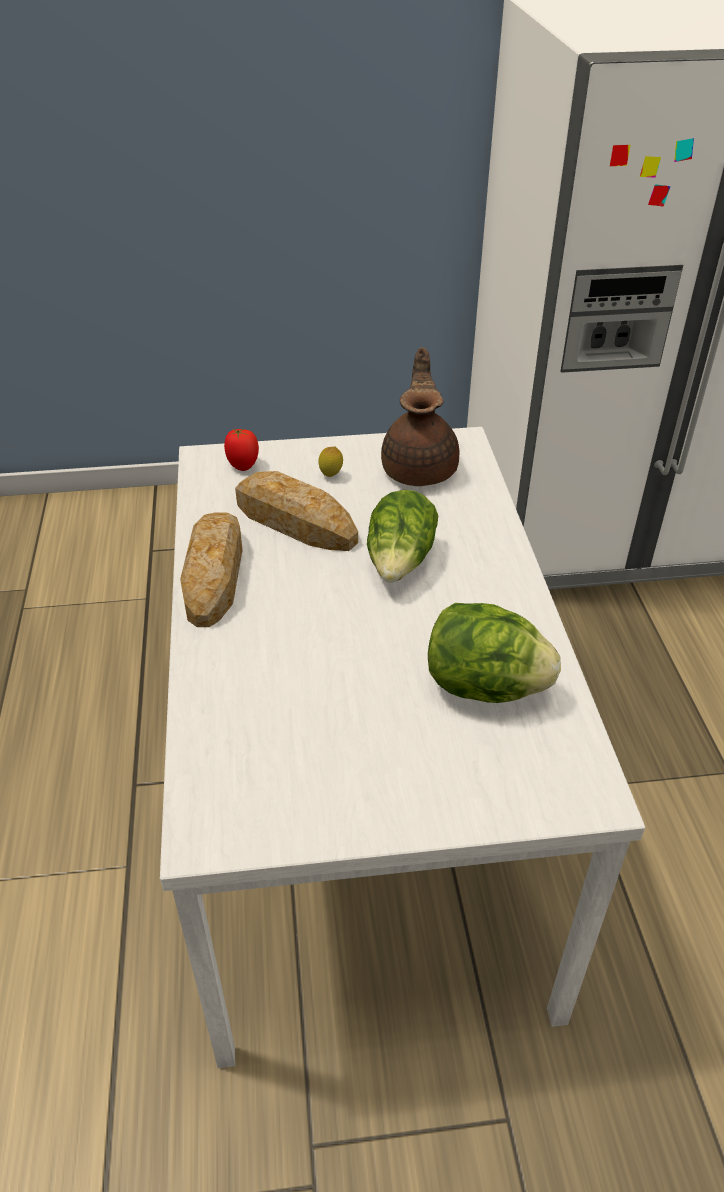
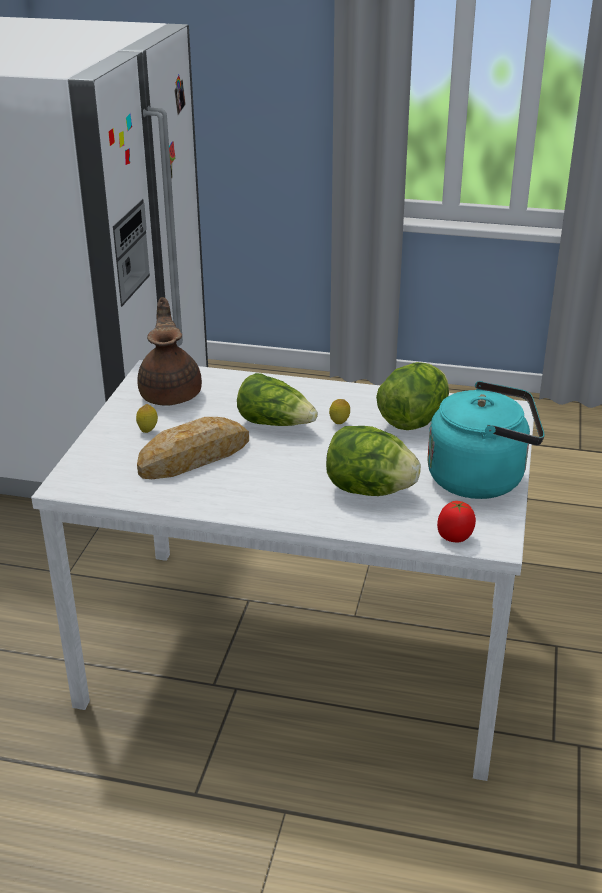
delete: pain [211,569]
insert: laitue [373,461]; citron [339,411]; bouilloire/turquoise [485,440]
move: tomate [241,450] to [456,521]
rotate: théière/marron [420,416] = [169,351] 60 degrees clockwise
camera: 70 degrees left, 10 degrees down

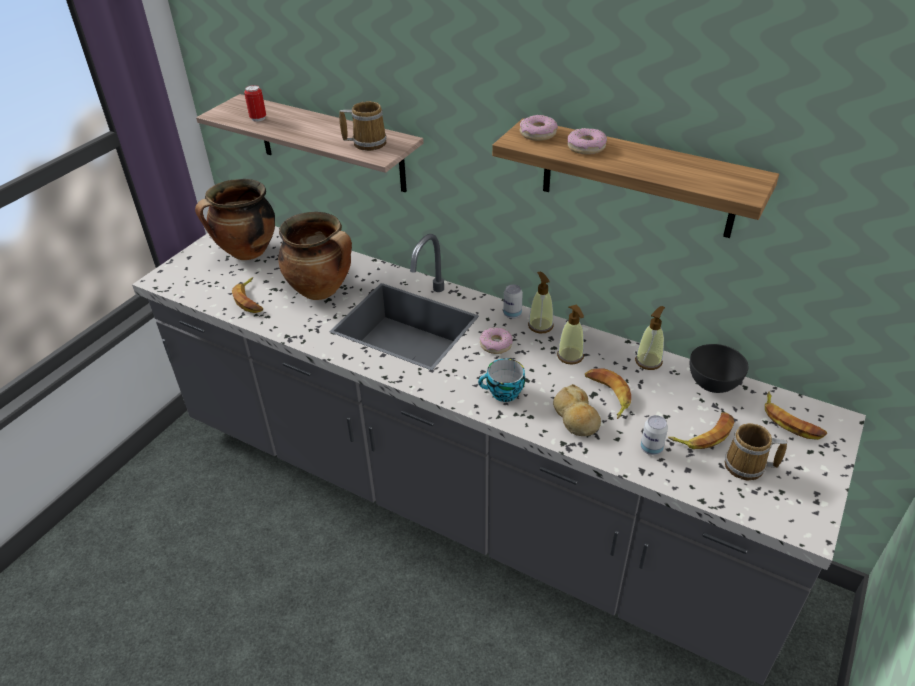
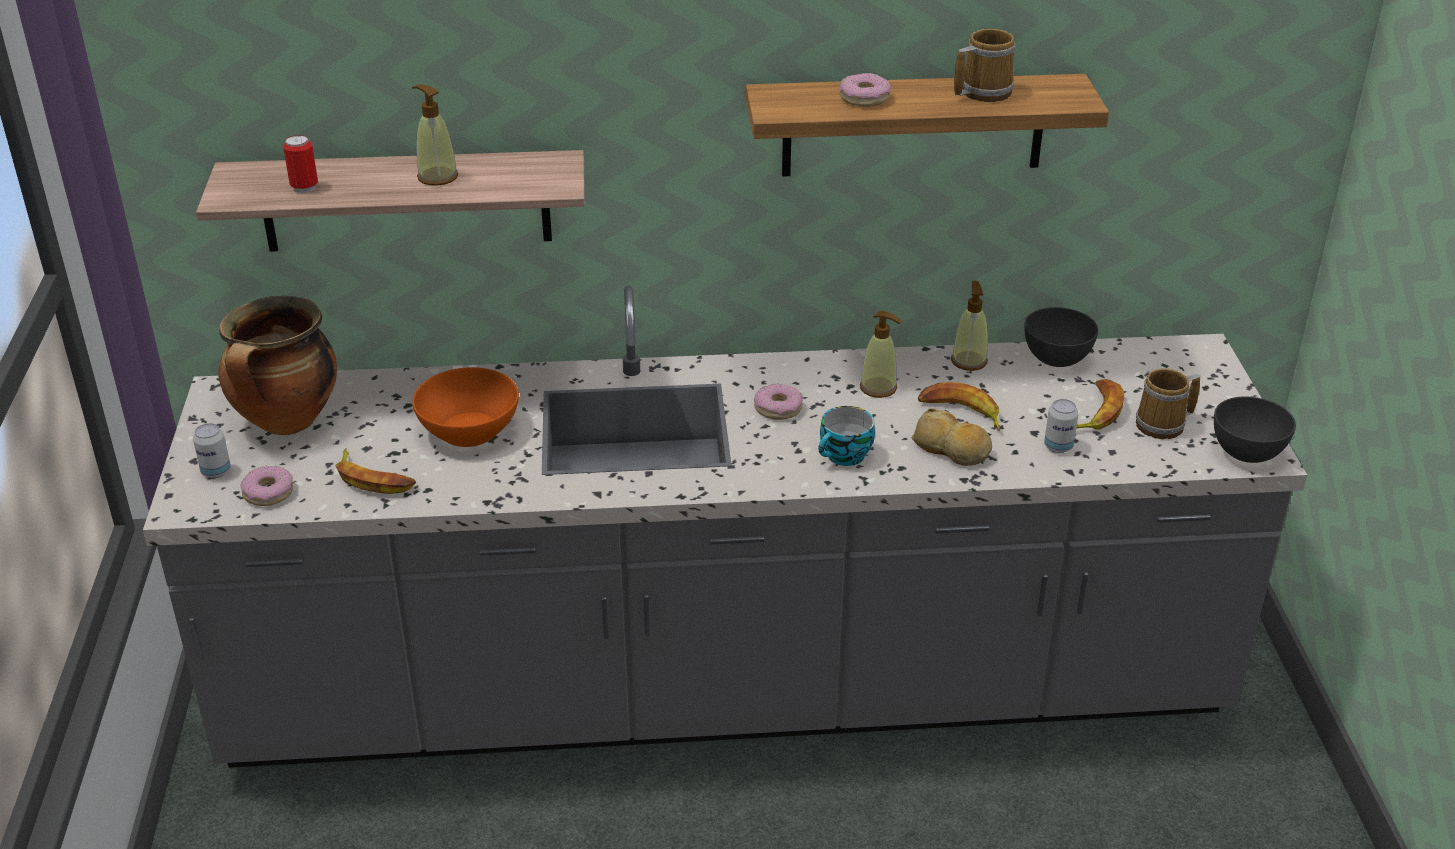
delete: banane [796,416]
insert: bol/gris [1255,430]
move: mug [362,126] to [984,65]; boîte métallique [513,302] to [212,450]; beignet [538,128] to [266,486]; distributeur de savon [541,303] to [435,135]
replace: marmite [315,256] to bol/orange [465,407]
camera: 35 degrees left, 5 degrees down

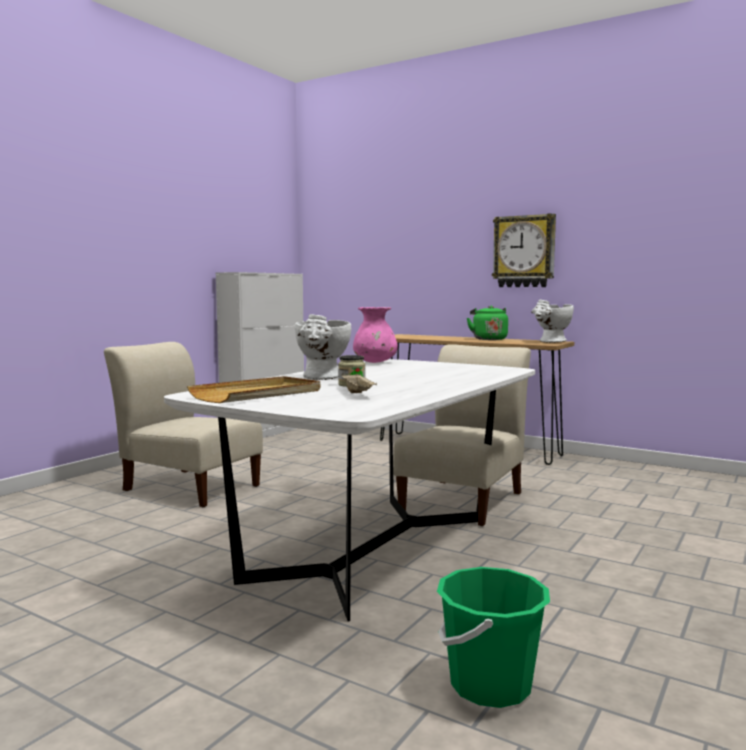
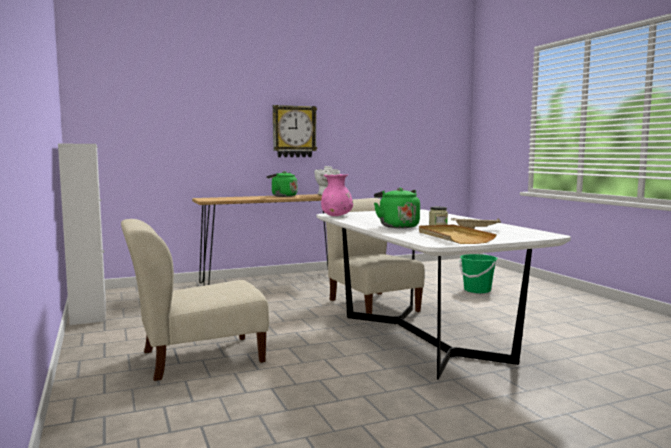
move: seau/vert [493,637] to [478,273]
replace: vase/blanc [323,347] to bouilloire/vert [397,208]
camera: 55 degrees left, 0 degrees up

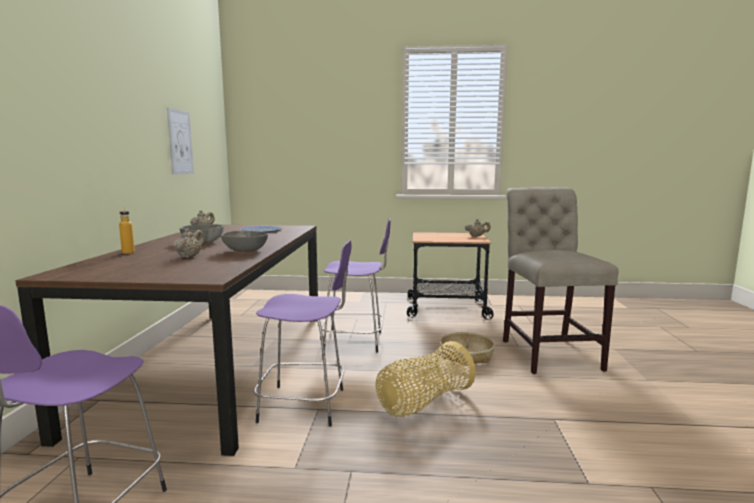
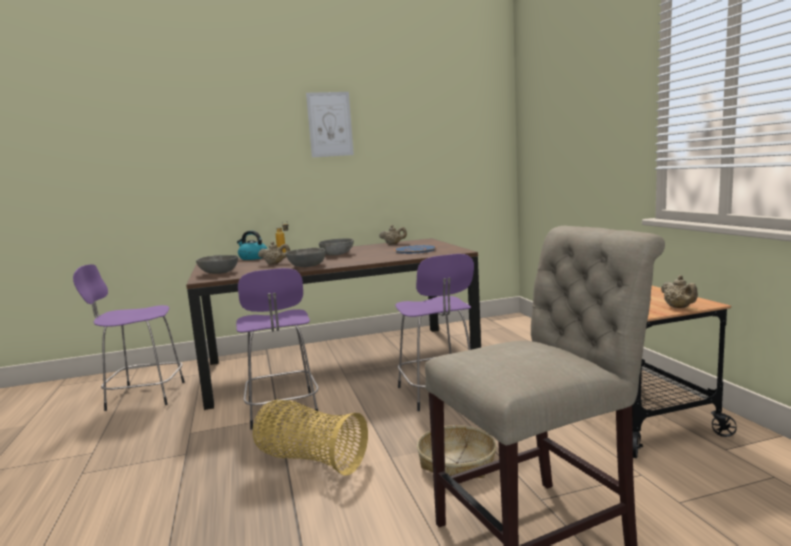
insert: bol/gris [217,264]; bouilloire [252,245]
move: tableau [180,141] to [330,124]
camera: 70 degrees right, 0 degrees up

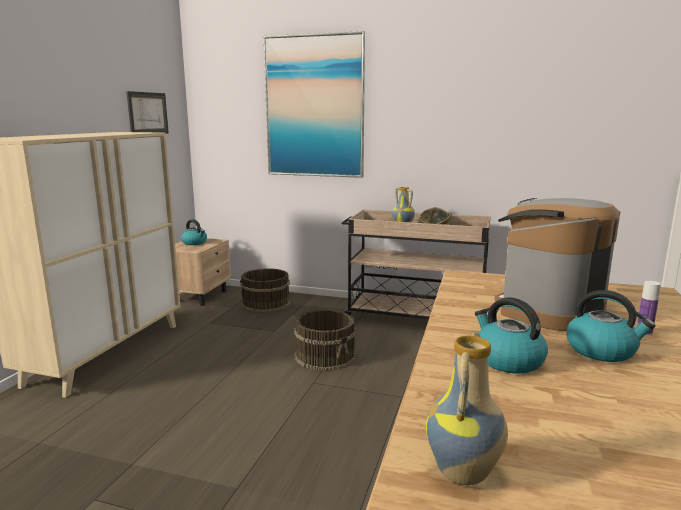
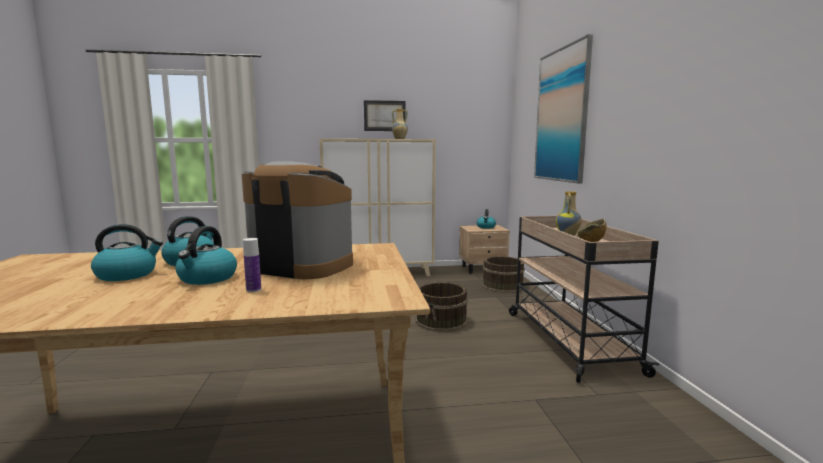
insert: bouilloire [127,252]
move: tableau [147,112] to [385,115]; vase [467,408] to [400,124]
camera: 65 degrees right, 5 degrees down

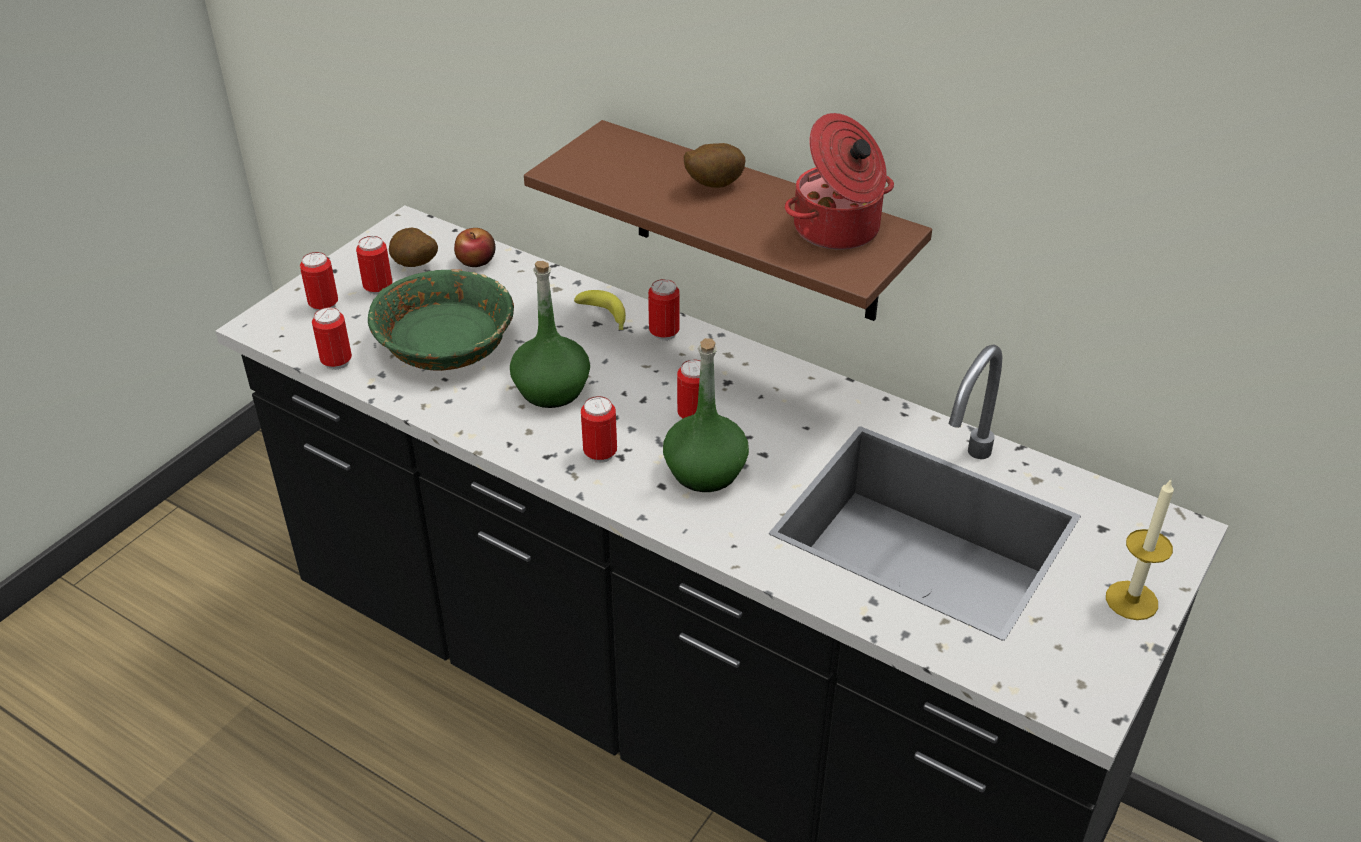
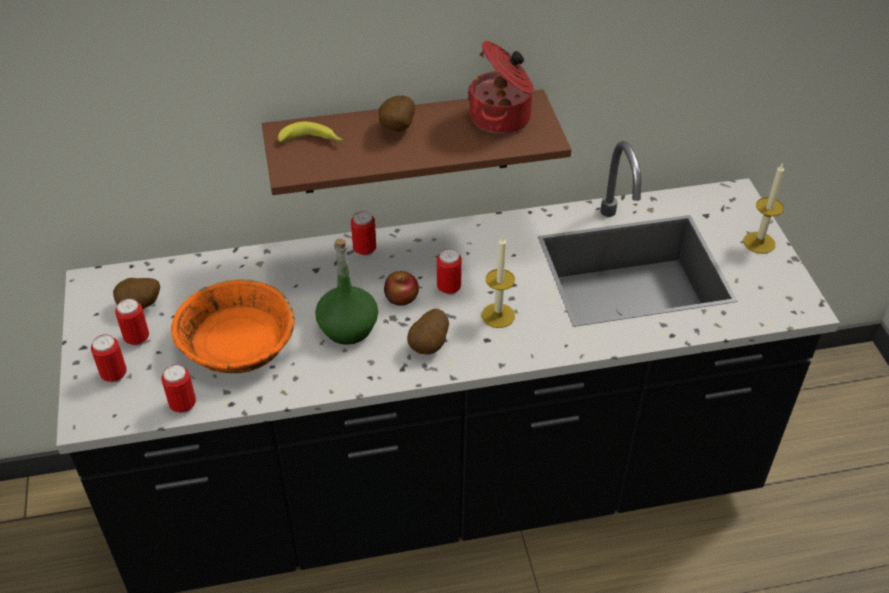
move: pomme [475,247] to [401,288]; banane [600,310] to [310,132]
replace: boîte métallique [599,429] to pomme de terre [428,332]; bouteille/vert [706,415] to bougie [498,282]
recolor: bol/vert [441,320] to bol/orange [232,326]
camera: 45 degrees left, 5 degrees up

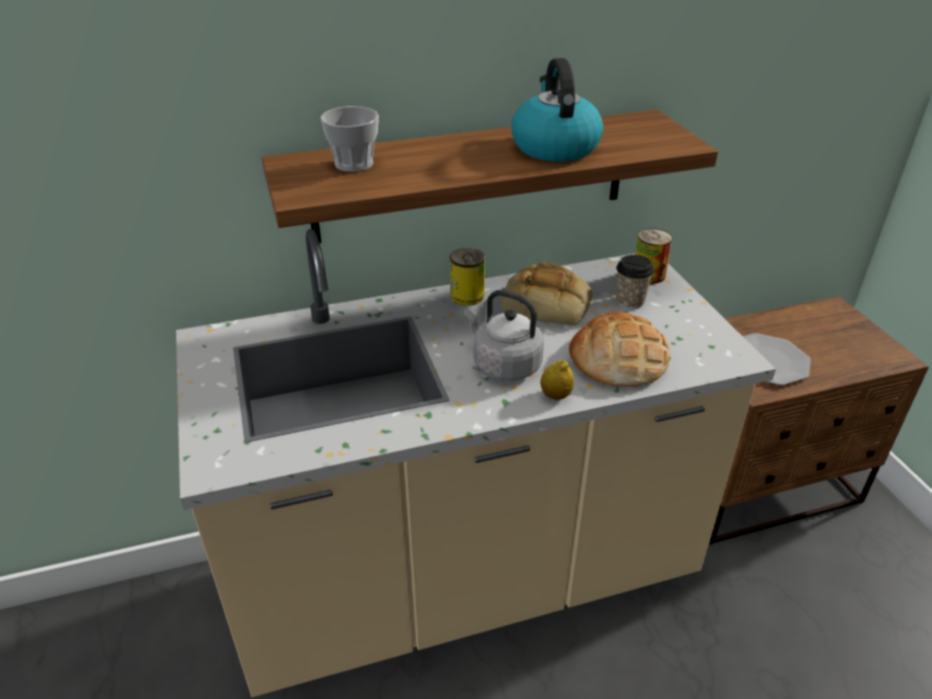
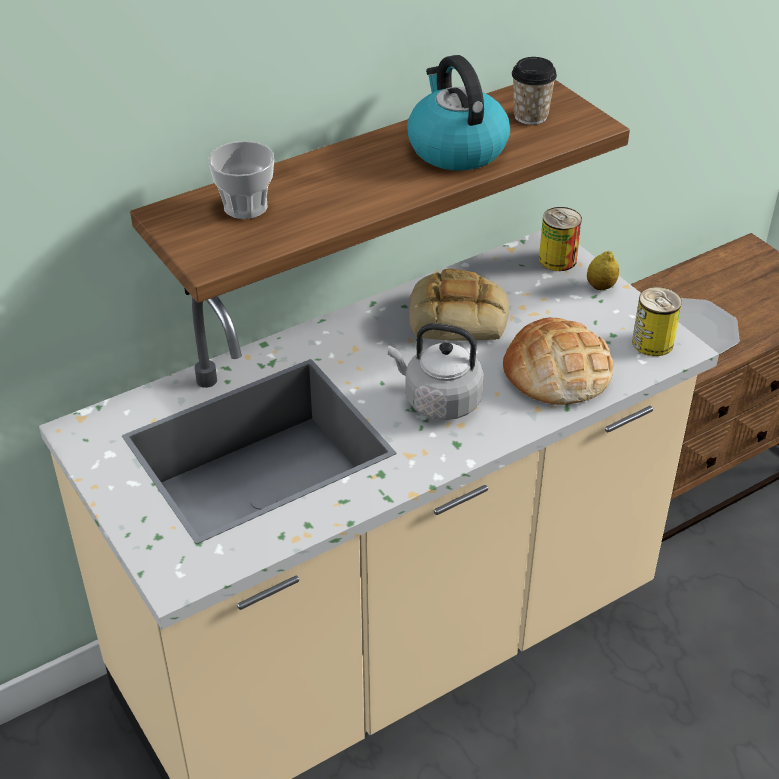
move: boîte métallique [467,277] to [657,321]; citron [557,380] to [603,270]; tasse [635,282] to [534,91]
camera: 15 degrees left, 5 degrees up

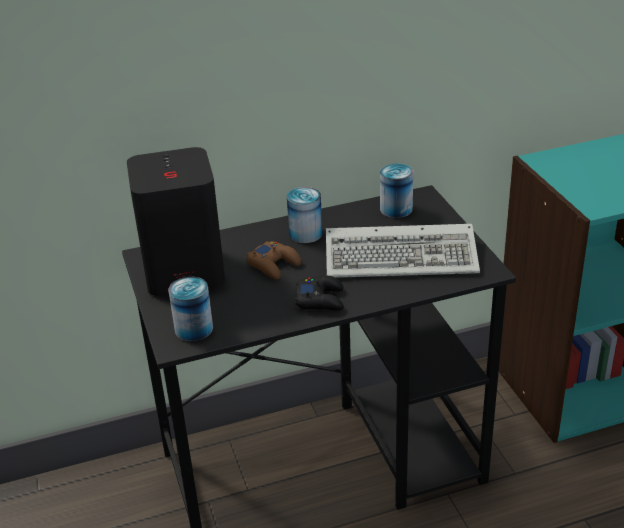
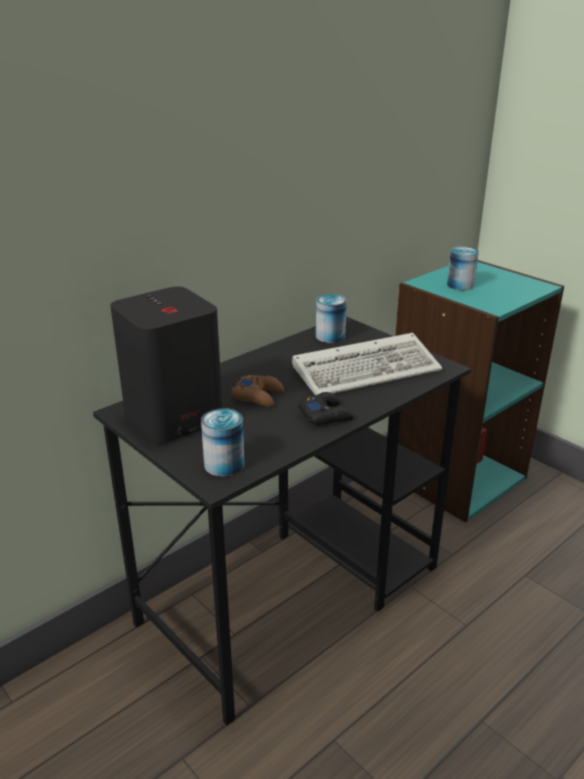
move: boîte métallique [304,215] to [463,268]
camera: 25 degrees left, 5 degrees down

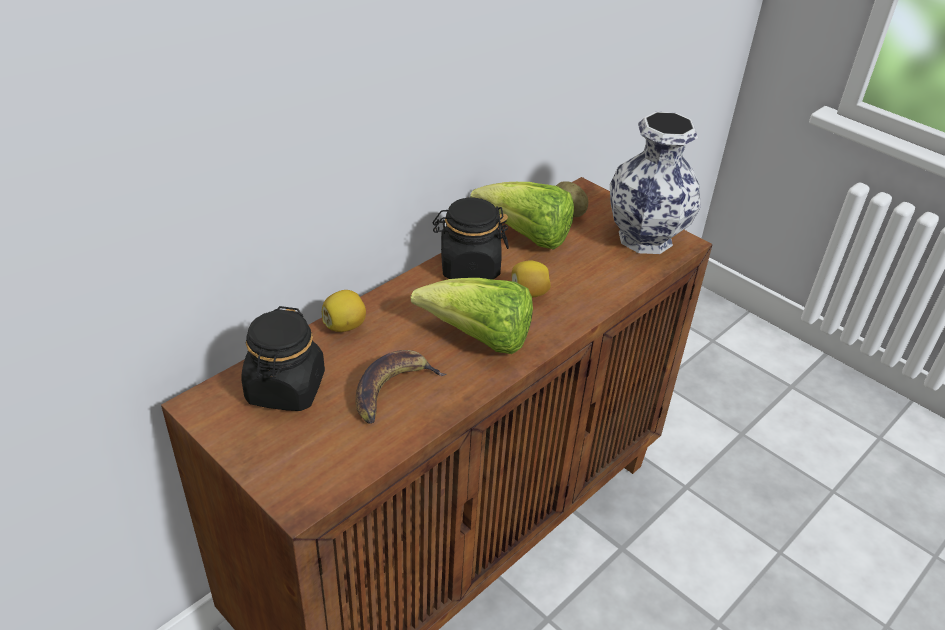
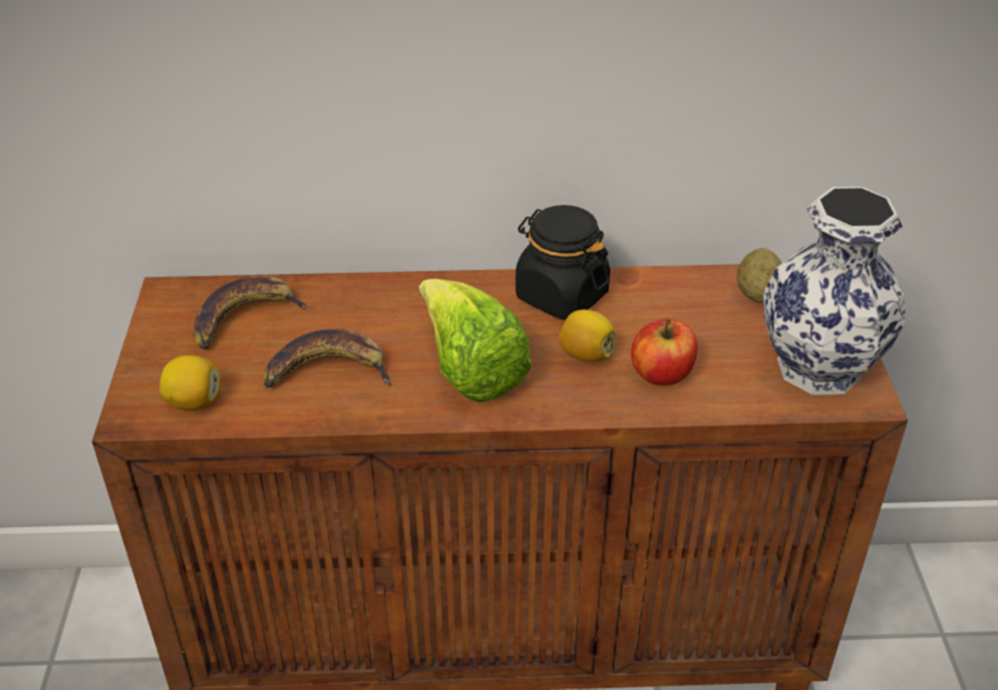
delete: laitue [522,216]
insert: pomme [664,351]
move: citron [344,311] to [189,382]
replace: bocal/noir [283,358] to banane [252,312]
camera: 45 degrees right, 0 degrees up

